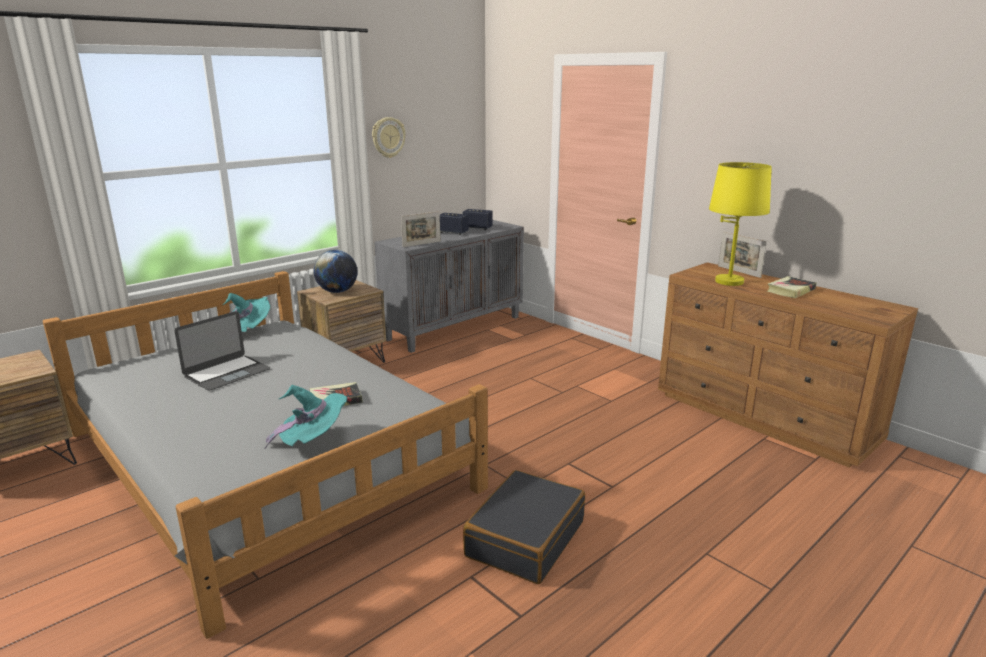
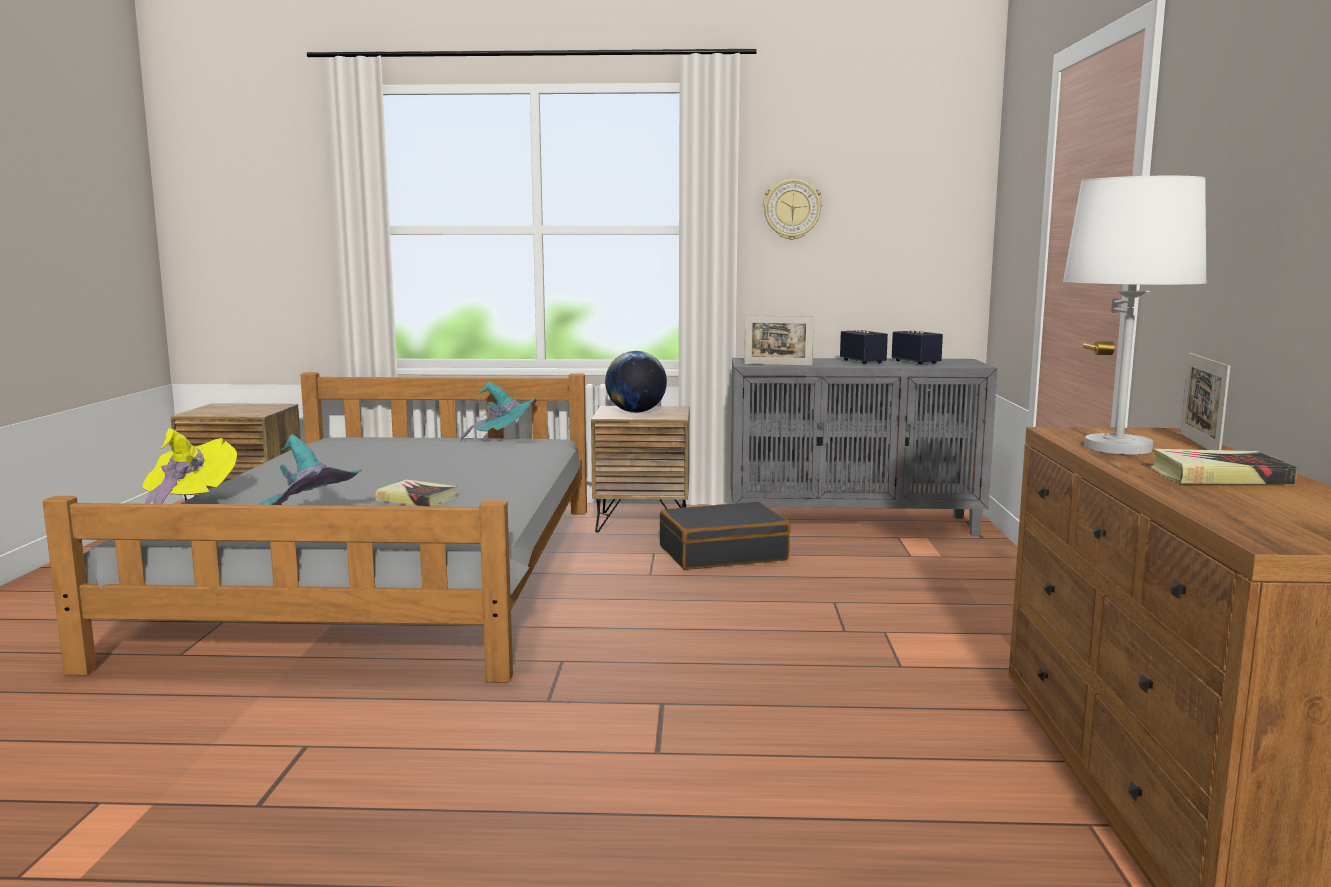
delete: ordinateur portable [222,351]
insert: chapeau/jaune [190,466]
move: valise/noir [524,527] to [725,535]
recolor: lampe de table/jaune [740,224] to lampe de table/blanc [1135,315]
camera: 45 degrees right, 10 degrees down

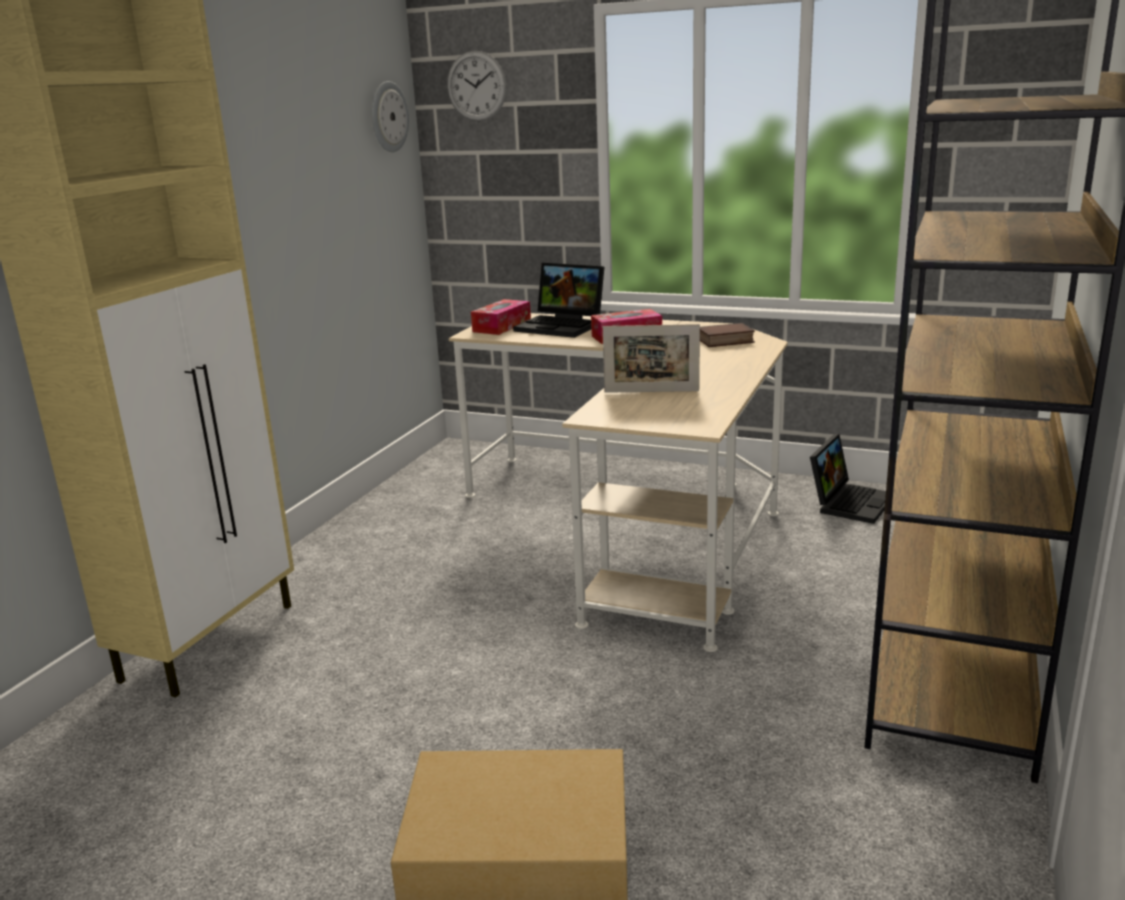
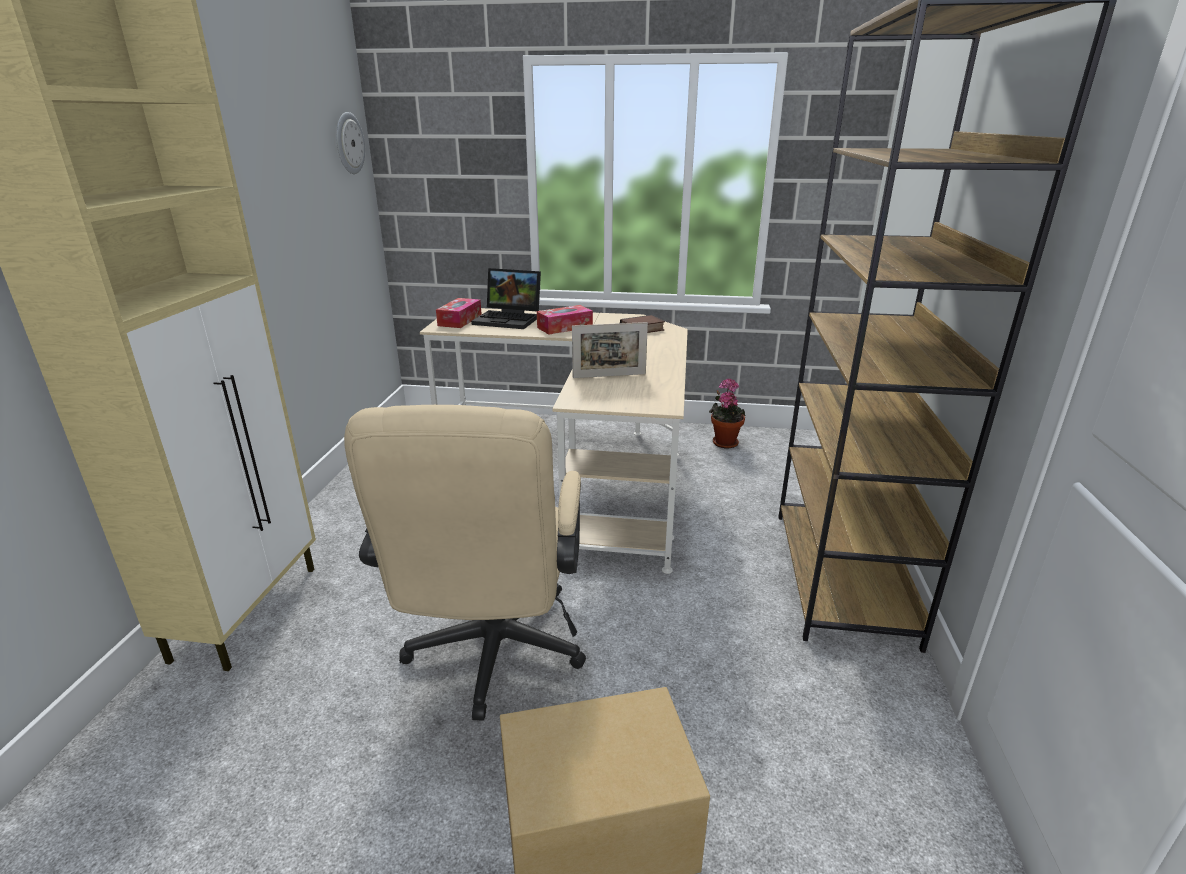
delete: horloge murale [477,86]
insert: chaise de bureau/beige [465,563]
replace: ordinateur portable [848,479] to plante en pot [727,413]
camera: 15 degrees left, 5 degrees up

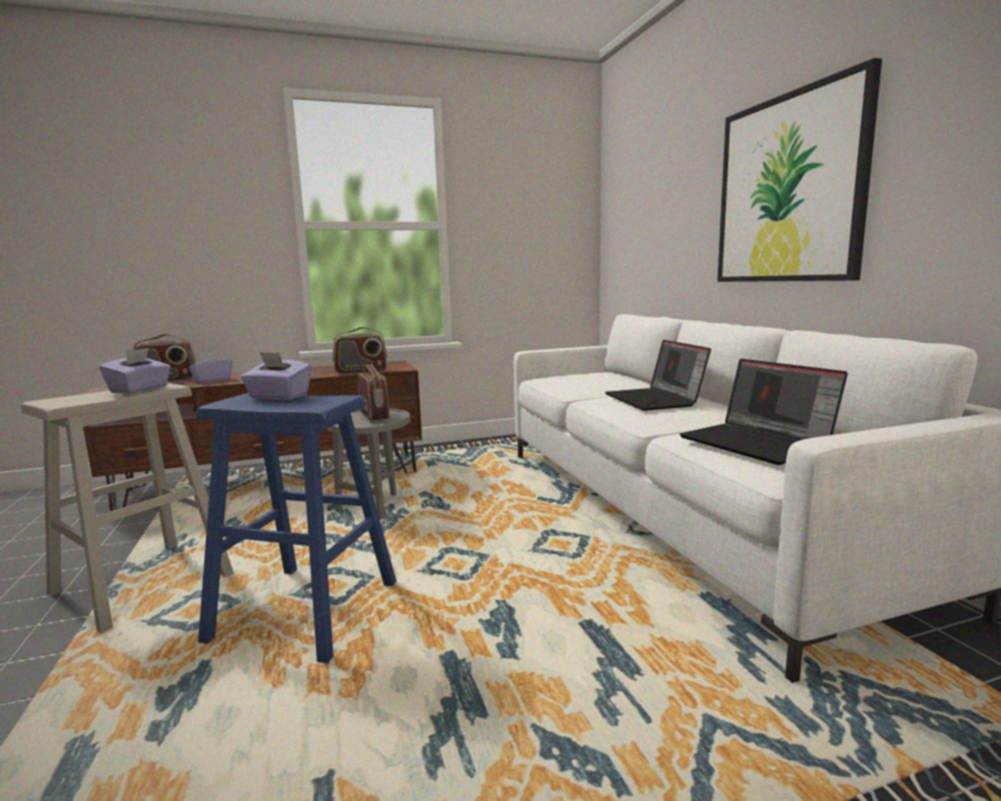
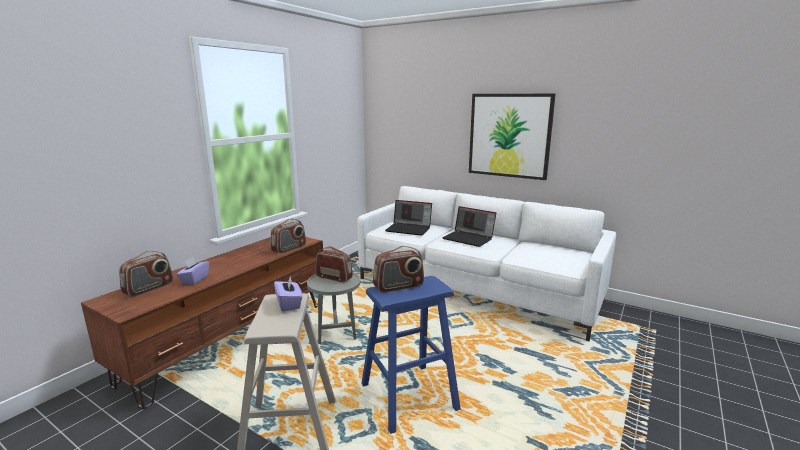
move: ordinateur portable [764,412] to [408,218]
replace: boîte à mouchoirs/violet [276,376] to radio [398,269]
camera: 40 degrees left, 5 degrees up

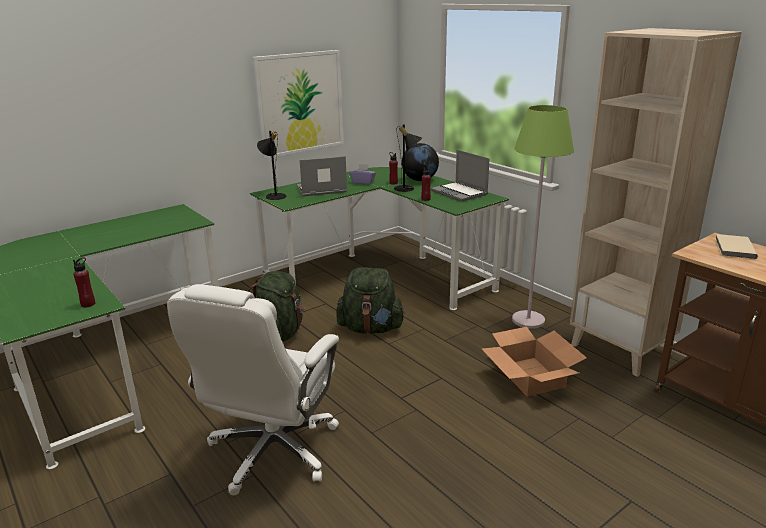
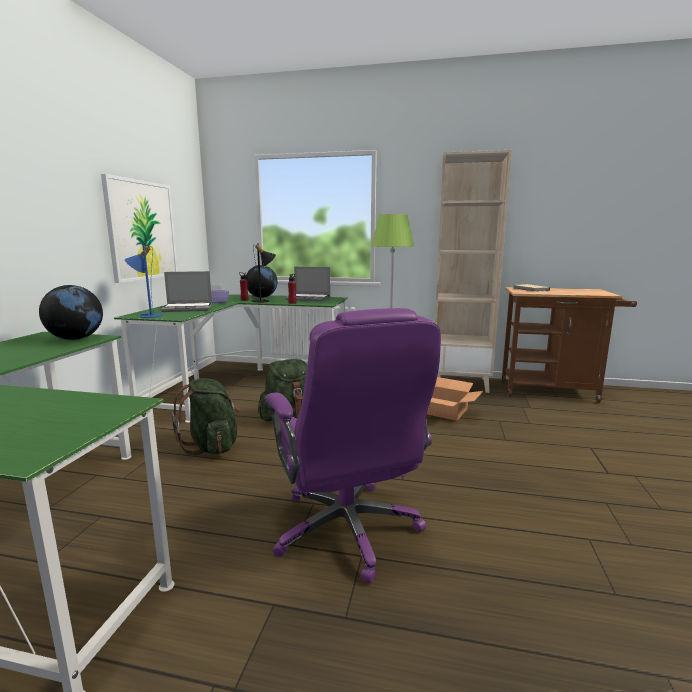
delete: bouteille/rouge [84,282]
insert: globe [71,312]
recolor: chaise de bureau/blanc [253,389] to chaise de bureau/violet [353,445]; lampe de table/noir [271,165] to lampe de table/bleu [144,281]
rotate: ordinateur portable [322,176] = [186,291] 135 degrees counterclockwise
camera: 40 degrees left, 10 degrees down

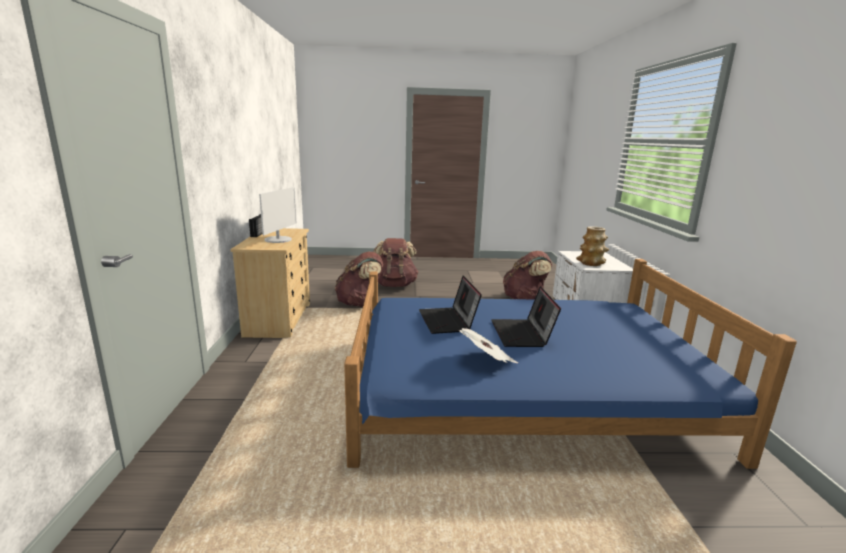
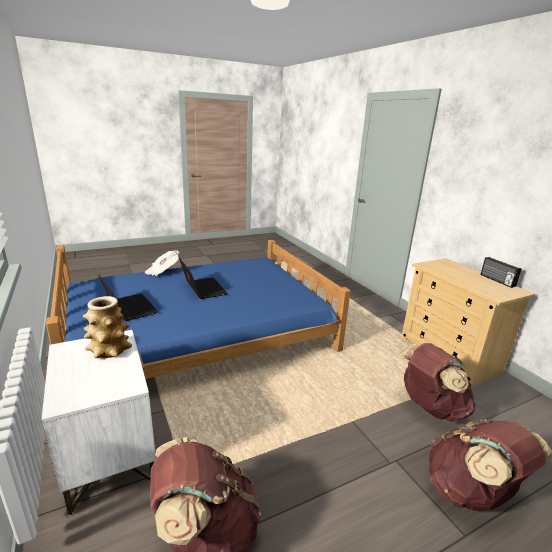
delete: écran d'ordinateur [278,215]
move: ordinateur portable [450,305] to [128,298]; journal [488,345] to [162,263]
camera: 155 degrees right, 5 degrees up

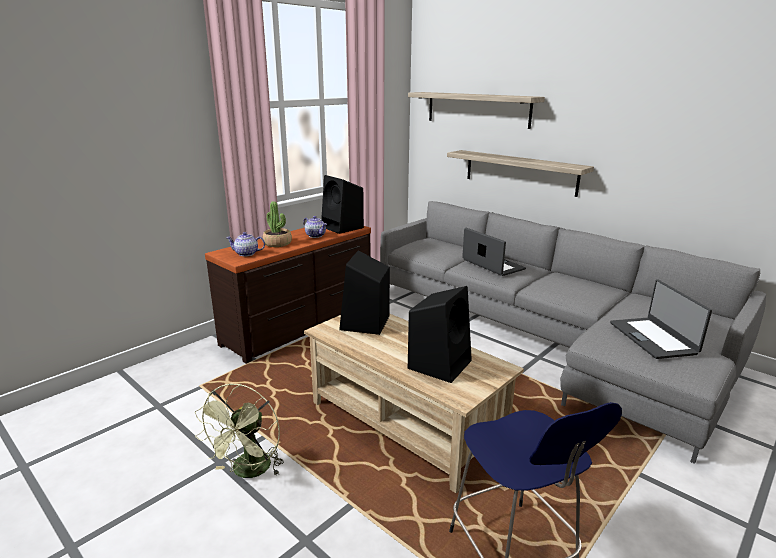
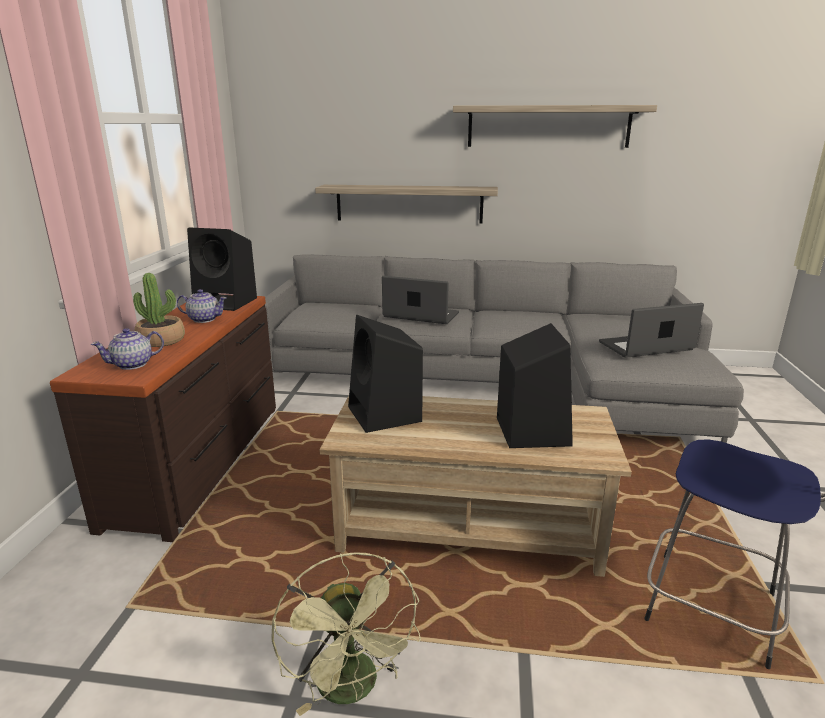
move: étagère [476,110] to [555,126]
rotate: ordinateur portable [661,319] = [651,330] 120 degrees clockwise
camera: 35 degrees left, 0 degrees up

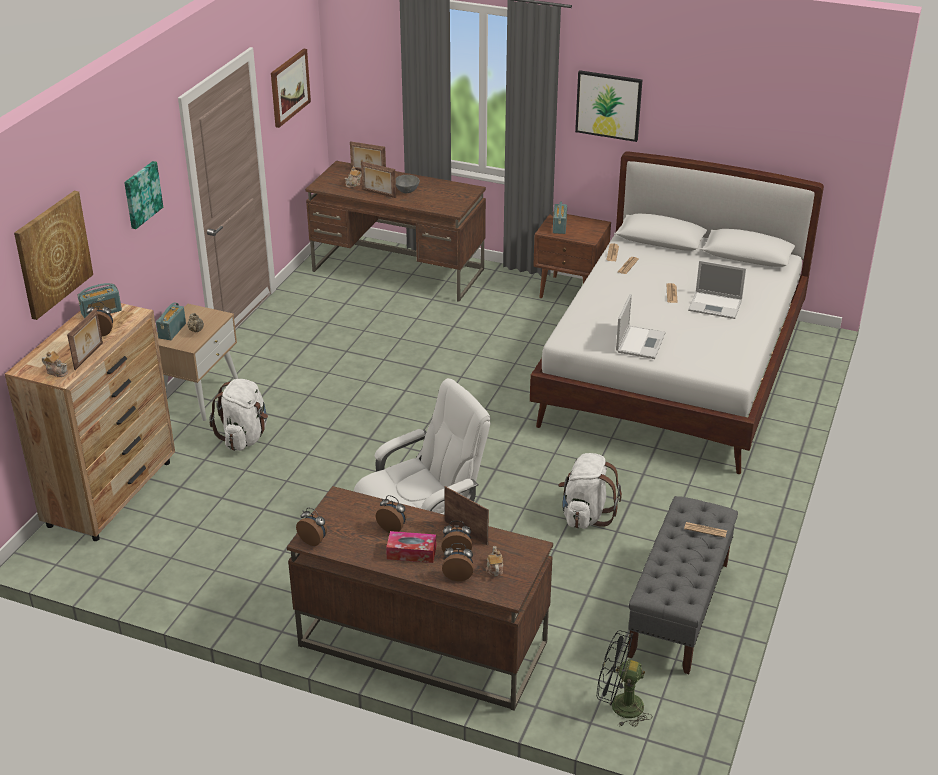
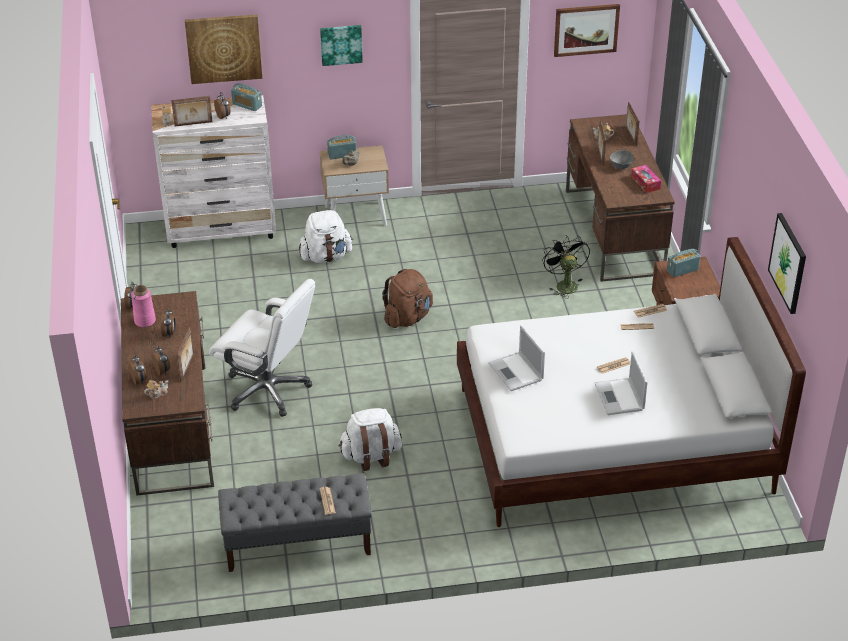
insert: vase/rose [143,306]; sac à dos/marron [407,298]
move: boîte à mouchoirs [411,547] to [646,179]; tableau [609,106] to [787,263]; ventilateur/noir [624,678] to [566,267]
recolor: commode/marron [90,422] to commode/blanc [213,171]
rotate: ordinateur portable [641,326] = [516,358] 75 degrees clockwise
camera: 60 degrees right, 5 degrees up

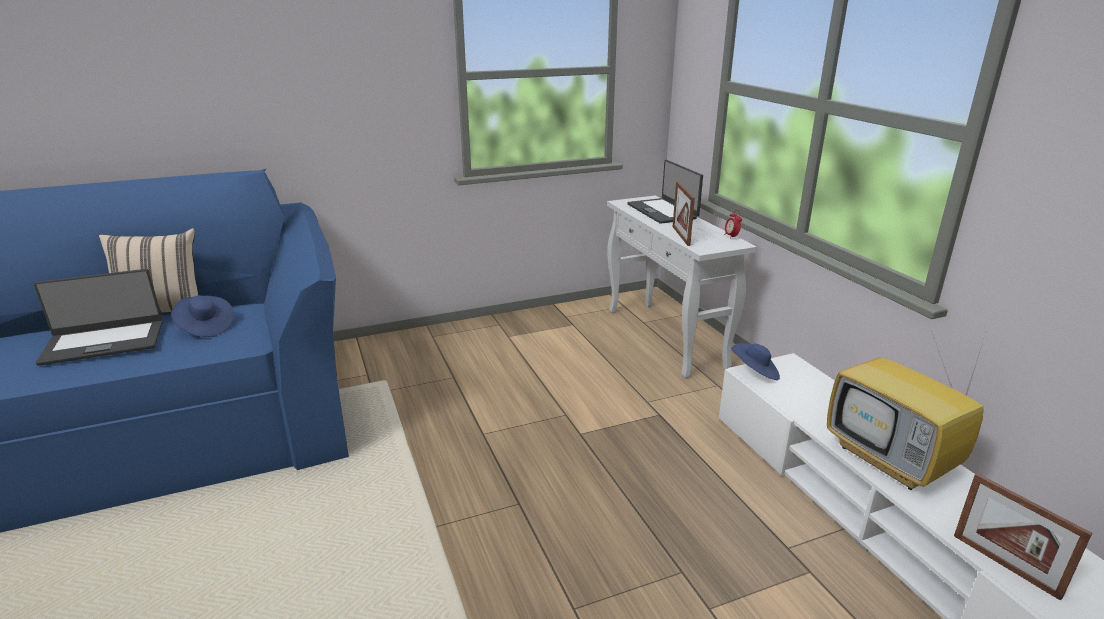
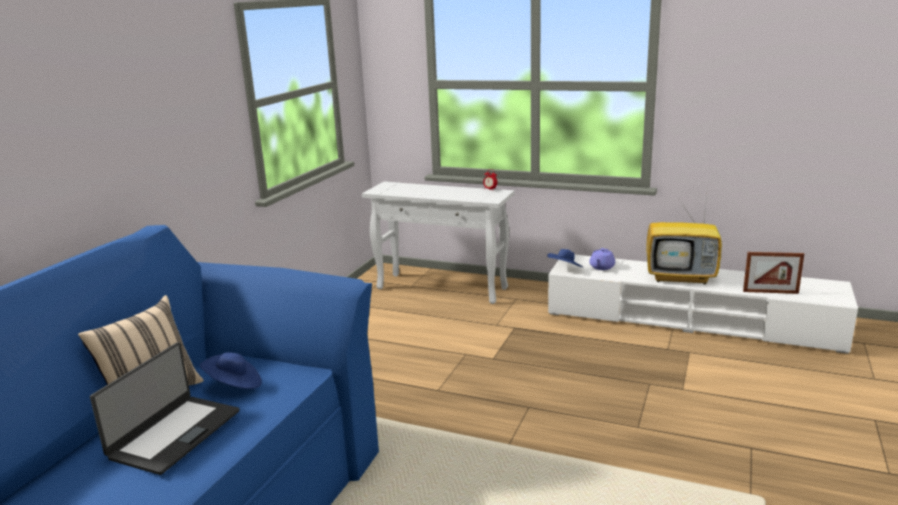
delete: ordinateur portable [665,192]; cadre photo [684,214]
insert: théière/violet [602,259]
camera: 45 degrees left, 5 degrees down

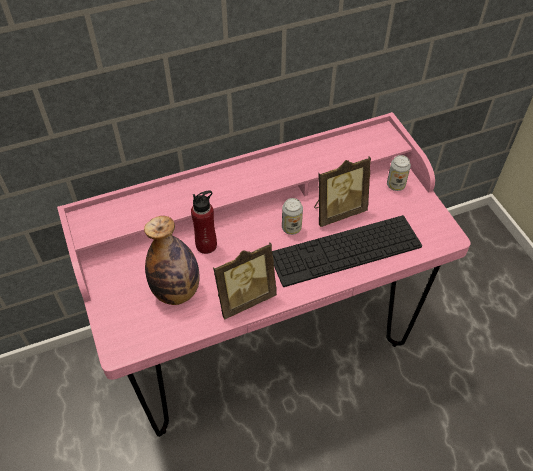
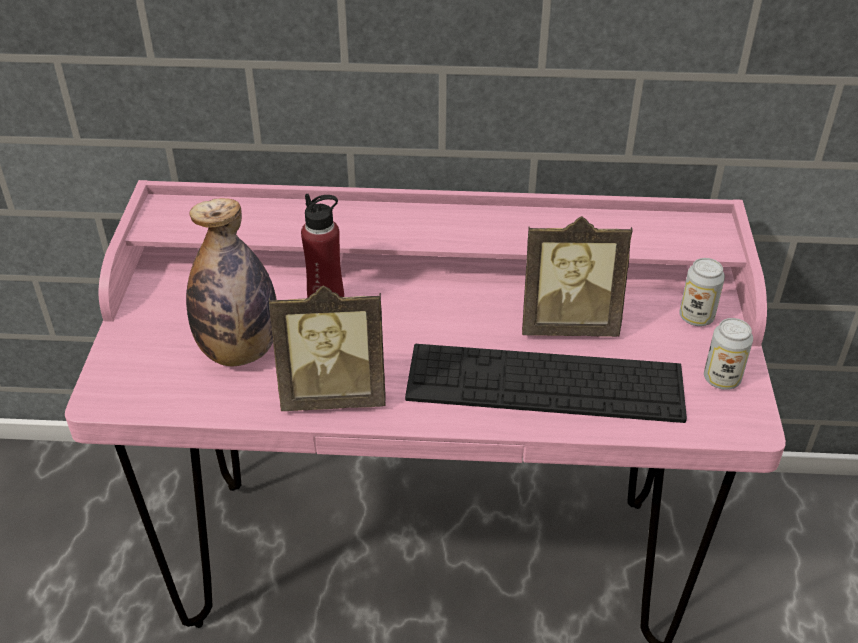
move: boîte métallique [292,216] to [728,354]
camera: 25 degrees right, 10 degrees down

